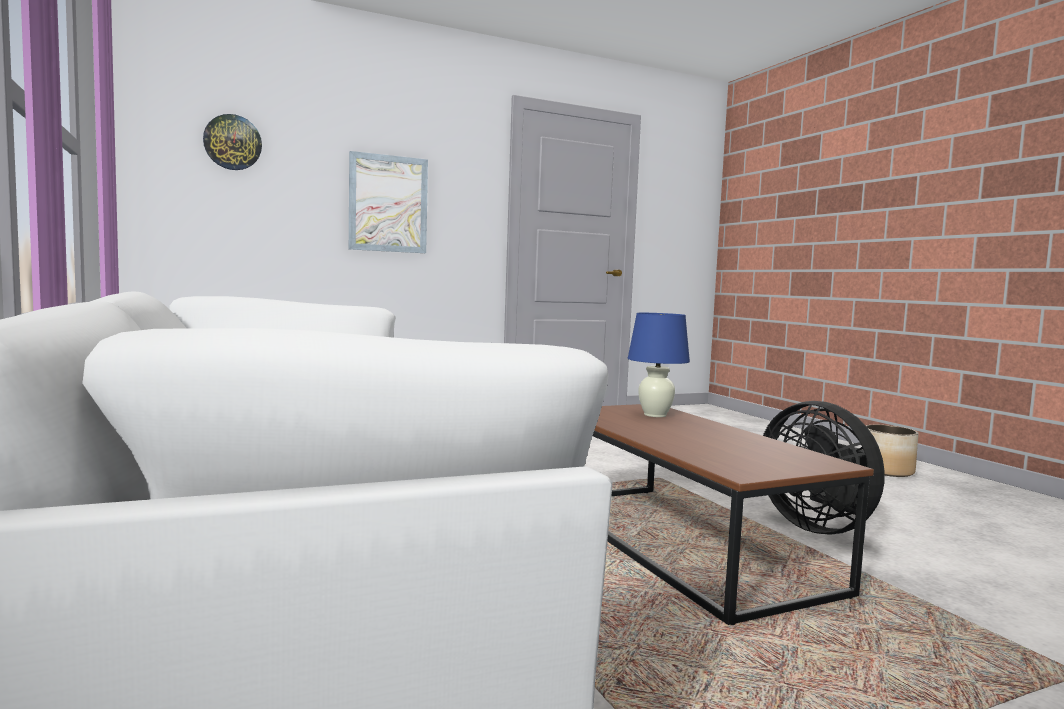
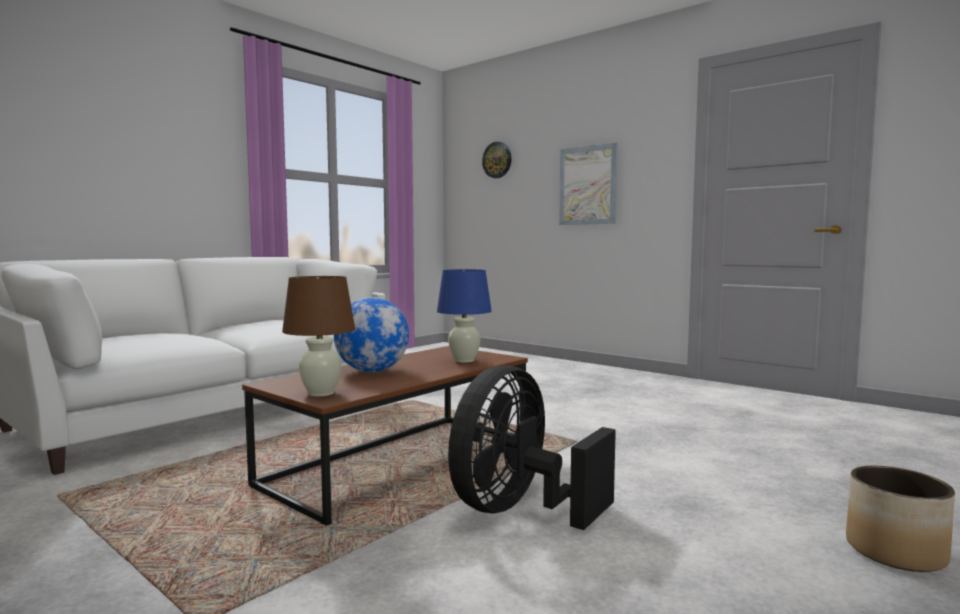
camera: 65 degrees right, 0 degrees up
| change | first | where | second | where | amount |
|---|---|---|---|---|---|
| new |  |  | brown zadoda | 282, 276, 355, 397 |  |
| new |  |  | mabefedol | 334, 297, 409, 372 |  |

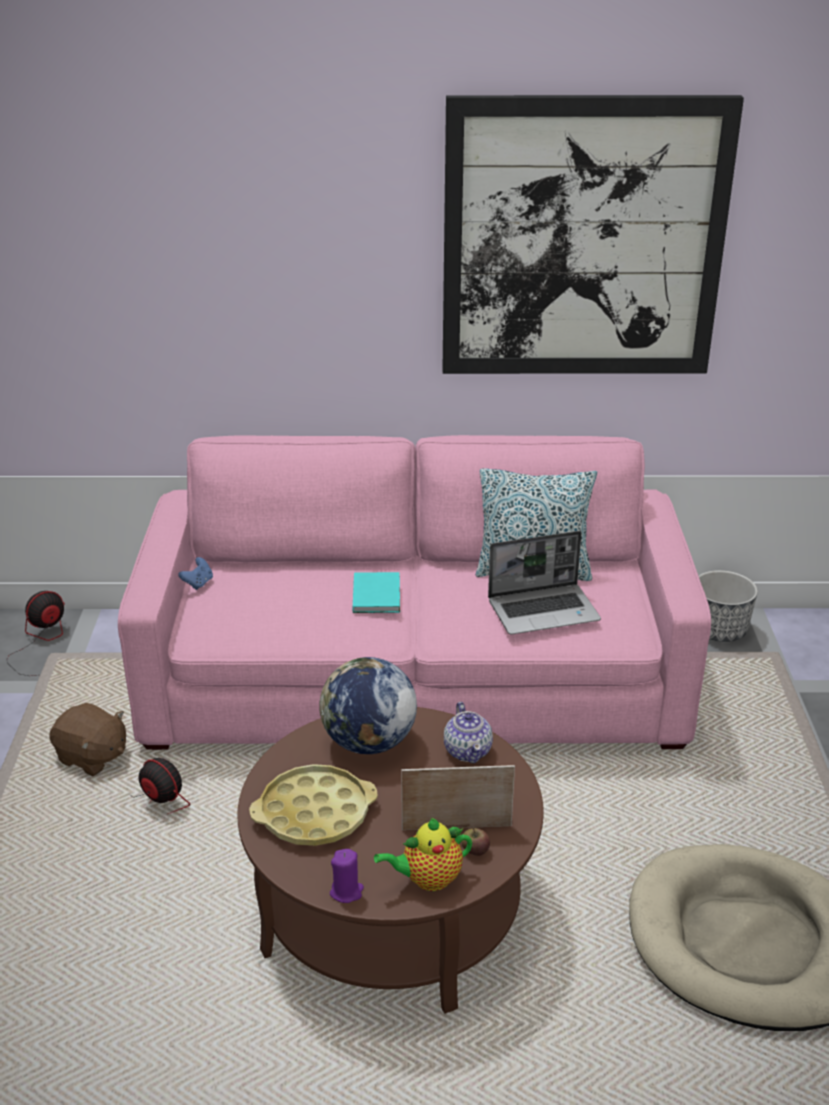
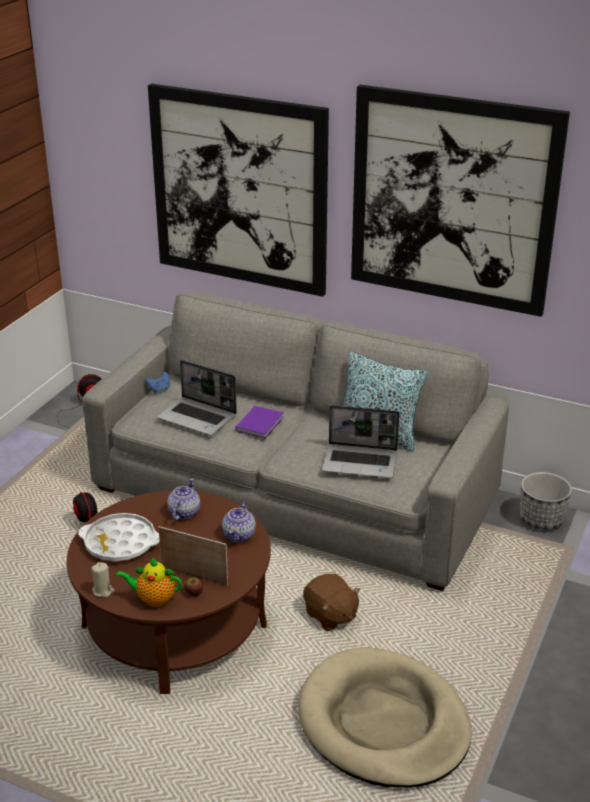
camera: 25 degrees right, 0 degrees up
| change | first | where | second | where | amount |
|---|---|---|---|---|---|
| shifted | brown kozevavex | 49, 703, 126, 776 |  | 303, 573, 361, 631 |  |
| repainted | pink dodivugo | 118, 435, 711, 750 | grey dodivugo | 83, 292, 509, 591 |  |
| repainted | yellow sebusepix | 249, 764, 378, 846 | white sebusepix | 78, 513, 160, 561 |  |
| swapped | mabefedol | 319, 657, 417, 754 | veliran | 167, 478, 200, 521 |  |
| repainted | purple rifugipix | 330, 849, 364, 903 | beige rifugipix | 91, 562, 114, 597 |  |
| repainted | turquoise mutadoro | 353, 572, 400, 613 | purple mutadoro | 236, 406, 284, 439 |  |
| new |  |  | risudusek | 148, 84, 329, 297 |  |
| new |  |  | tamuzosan | 157, 360, 237, 436 |  |

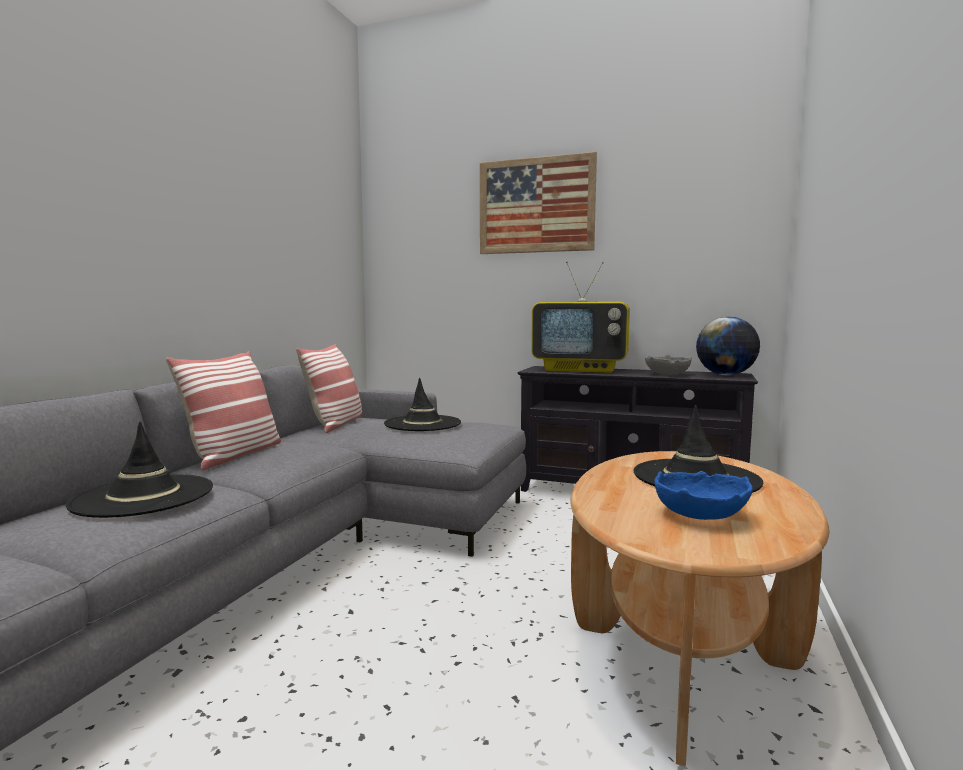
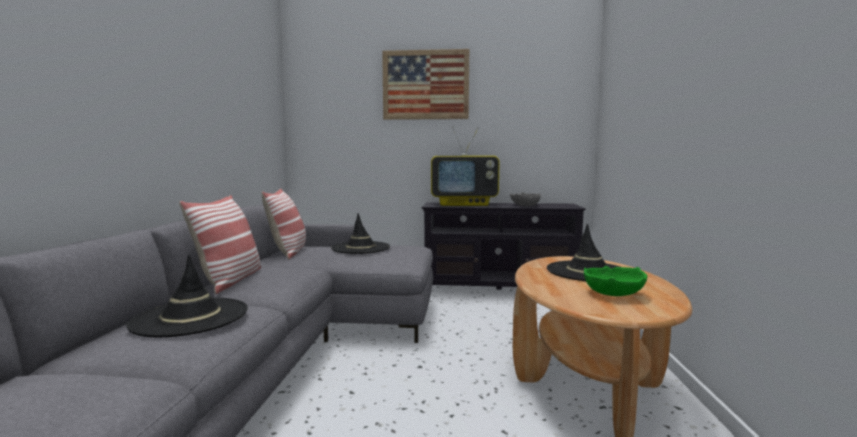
camera: 15 degrees left, 0 degrees up
| change | first | where | second | where | amount |
|---|---|---|---|---|---|
| repainted | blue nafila | 655, 471, 753, 520 | green nafila | 584, 266, 647, 296 |  |
| gone | mabefedol | 696, 317, 760, 375 |  |  |  |

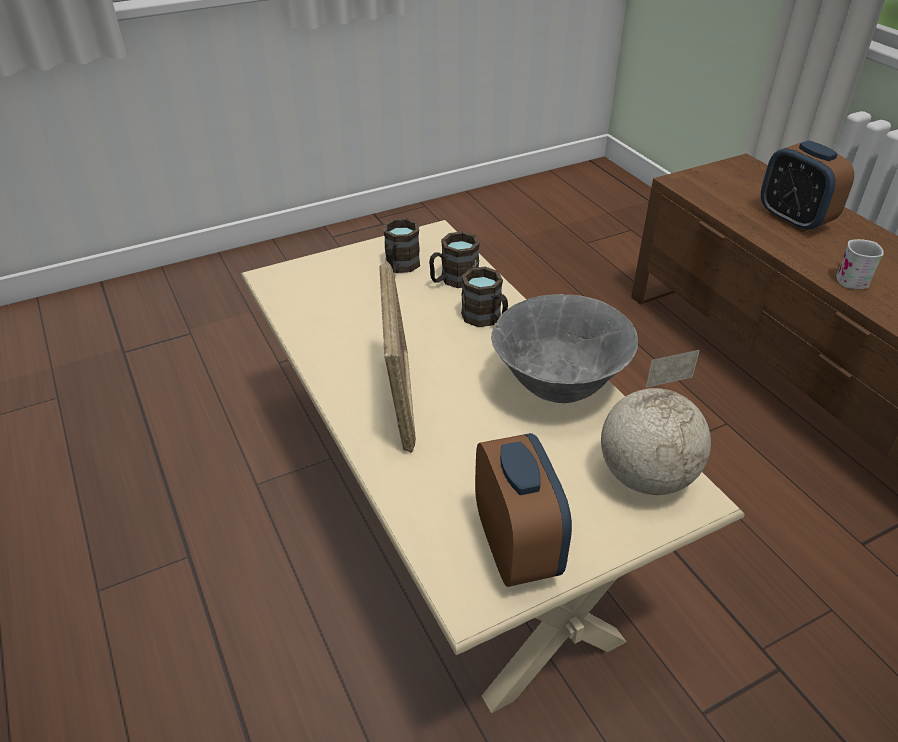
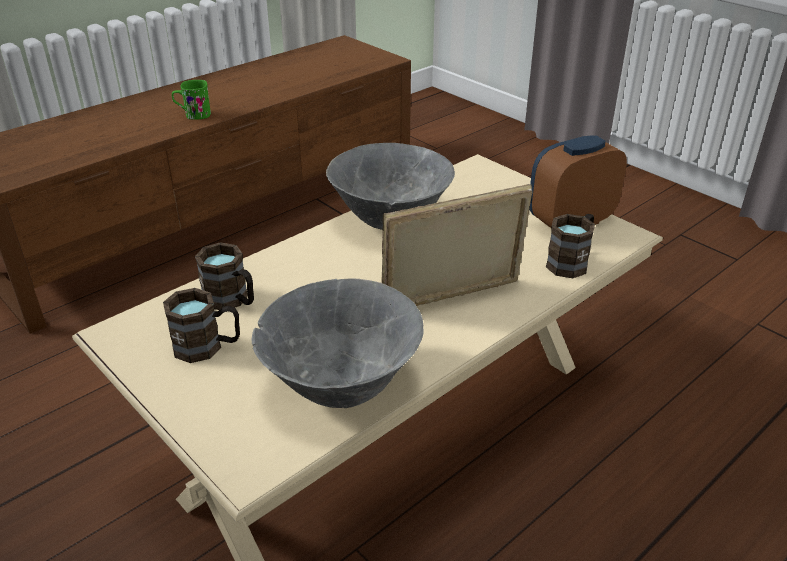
camera: 105 degrees left, 5 degrees down
| change | first | where | second | where | amount |
|---|---|---|---|---|---|
| shifted | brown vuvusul | 461, 267, 508, 327 |  | 546, 214, 595, 278 |  |
| gone | mabefedol | 601, 350, 711, 495 |  |  |  |
| gone | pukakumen | 761, 140, 854, 232 |  |  |  |
| repainted | white vuvusul | 836, 239, 884, 289 | green vuvusul | 172, 80, 211, 120 |  |
| new |  |  | grey nafila | 251, 278, 424, 408 |  |

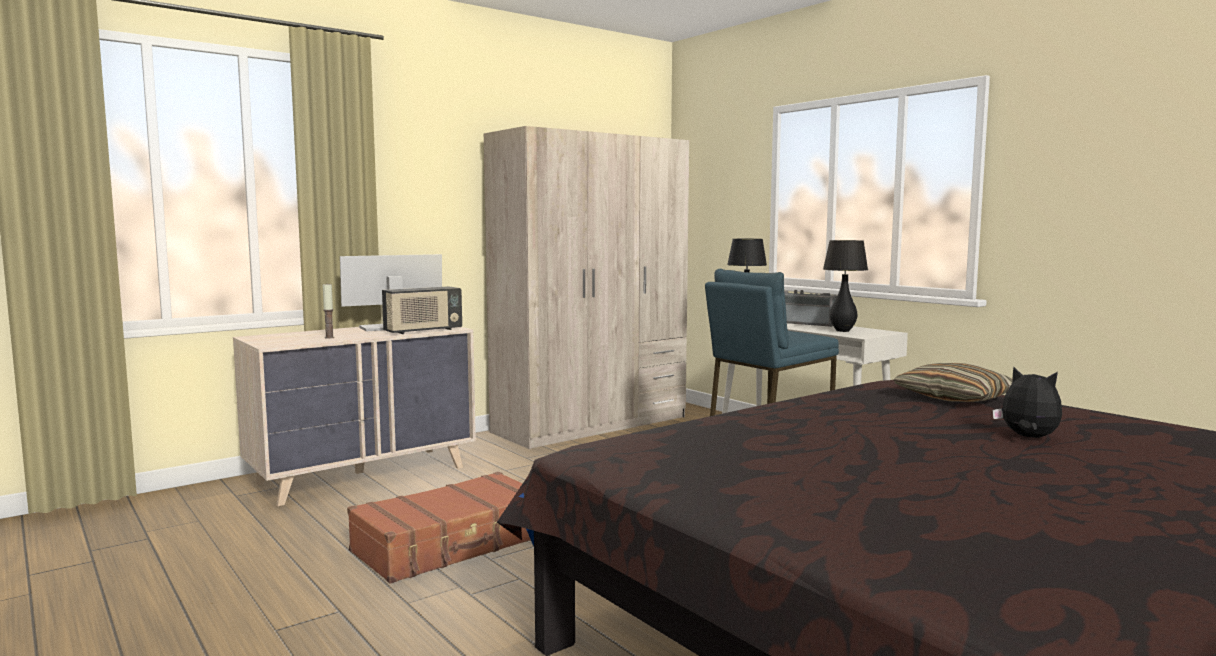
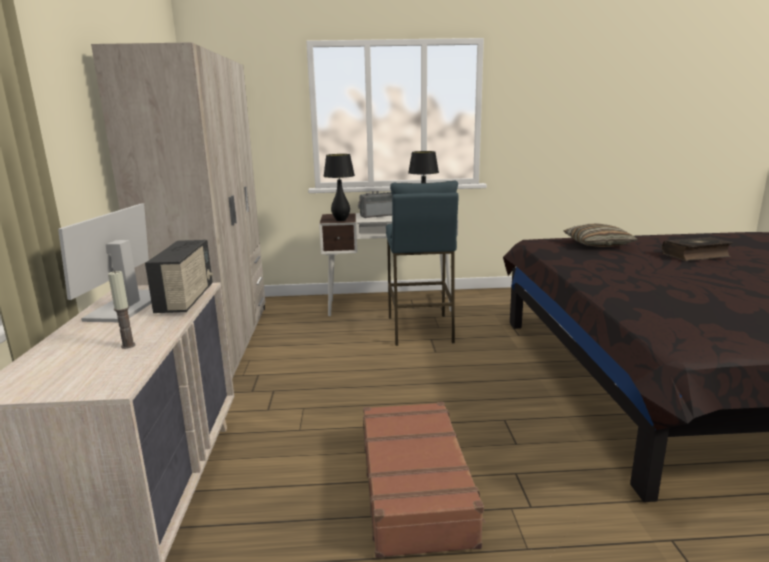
camera: 55 degrees left, 10 degrees up
| change | first | where | second | where | amount |
|---|---|---|---|---|---|
| swapped | kozevavex | 992, 367, 1062, 438 | mutadoro | 662, 237, 733, 261 |  |

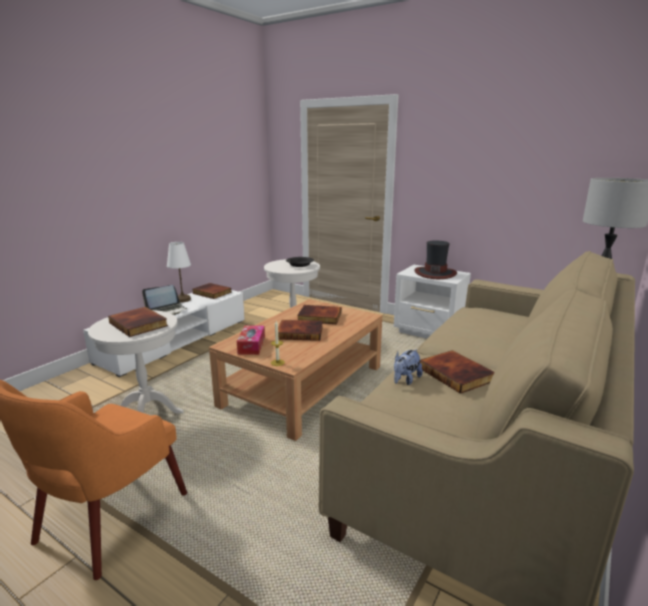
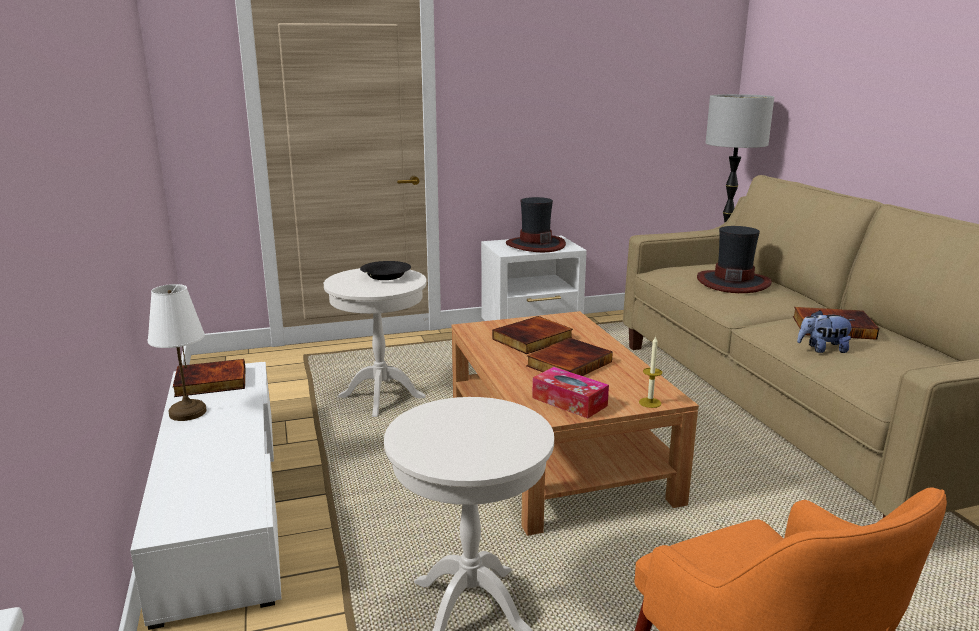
camera: 50 degrees left, 0 degrees up
| change | first | where | second | where | amount |
|---|---|---|---|---|---|
| gone | mutadoro | 108, 307, 168, 337 |  |  |  |
| gone | tamuzosan | 142, 285, 187, 315 |  |  |  |
| rotated | kozevavex | 394, 349, 423, 385 |  | 797, 310, 854, 353 | 105 degrees clockwise |
| new |  |  | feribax | 697, 226, 772, 293 |  |

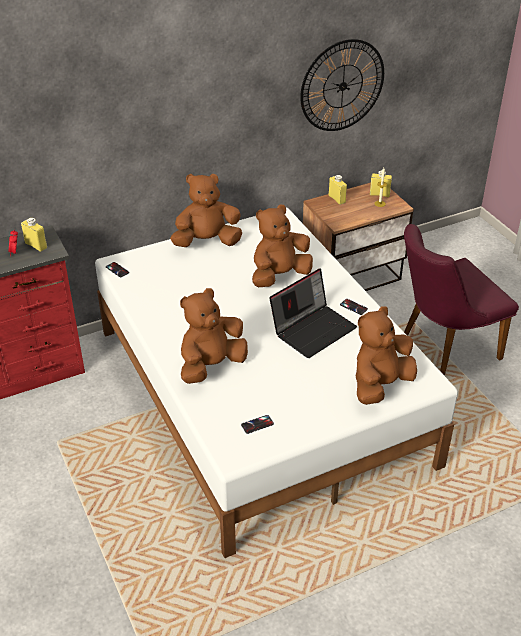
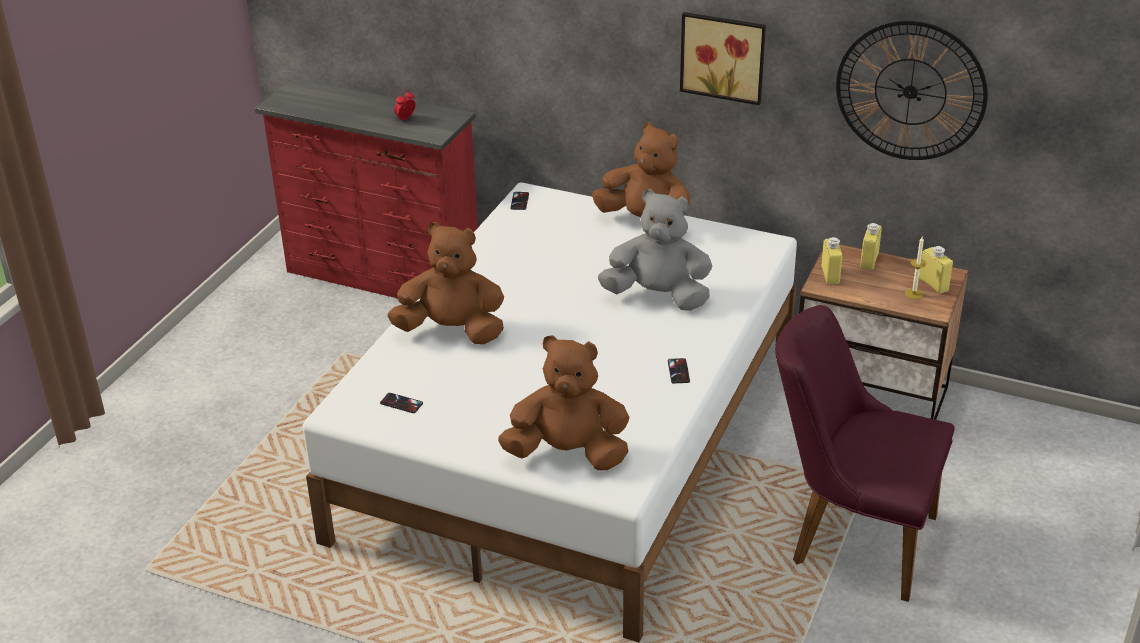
camera: 50 degrees right, 5 degrees down
| change | first | where | second | where | amount |
|---|---|---|---|---|---|
| shifted | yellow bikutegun | 21, 218, 47, 252 |  | 821, 237, 842, 285 |  |
| repainted | brown kozevavex | 252, 205, 313, 287 | grey kozevavex | 598, 189, 712, 311 |  |
| gone | tamuzosan | 269, 268, 357, 358 |  |  |  |
| new |  |  | risudusek | 680, 12, 766, 105 |  |

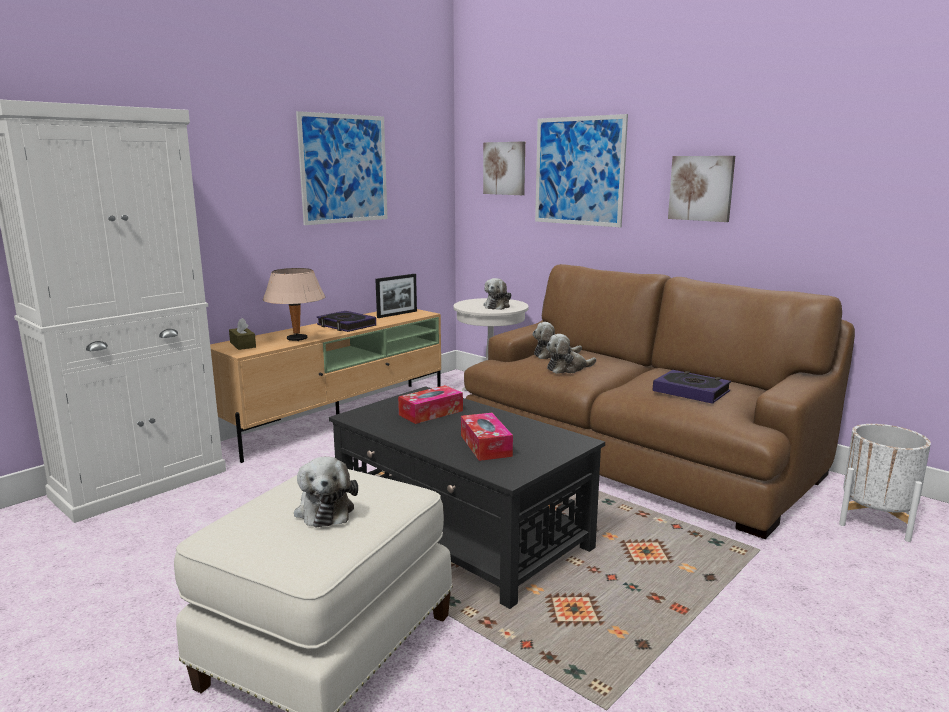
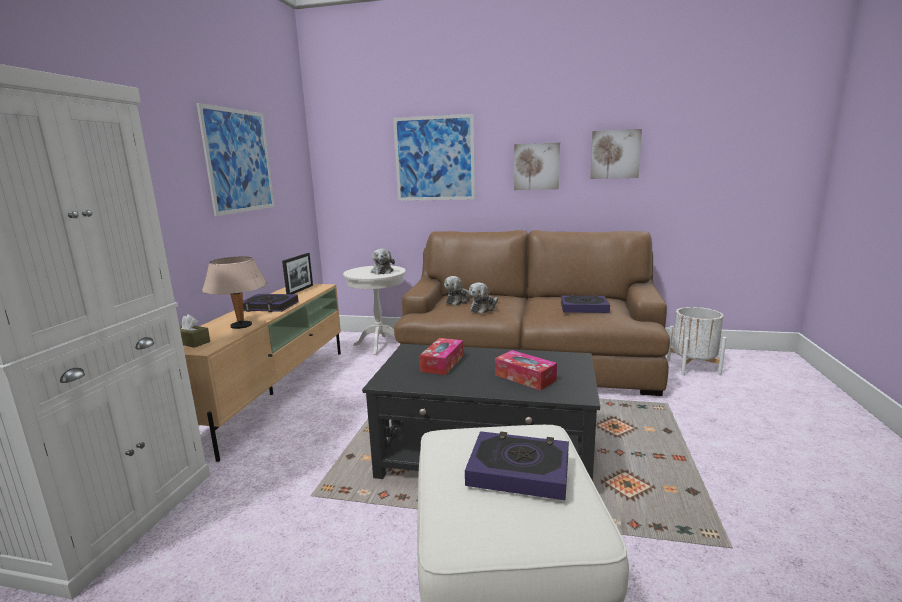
camera: 30 degrees left, 0 degrees up
| change | first | where | second | where | amount |
|---|---|---|---|---|---|
| swapped | kozevavex | 294, 457, 358, 528 | mutadoro | 465, 431, 569, 500 |  |
| shifted | risudusek | 483, 142, 525, 195 |  | 590, 129, 642, 179 |  |

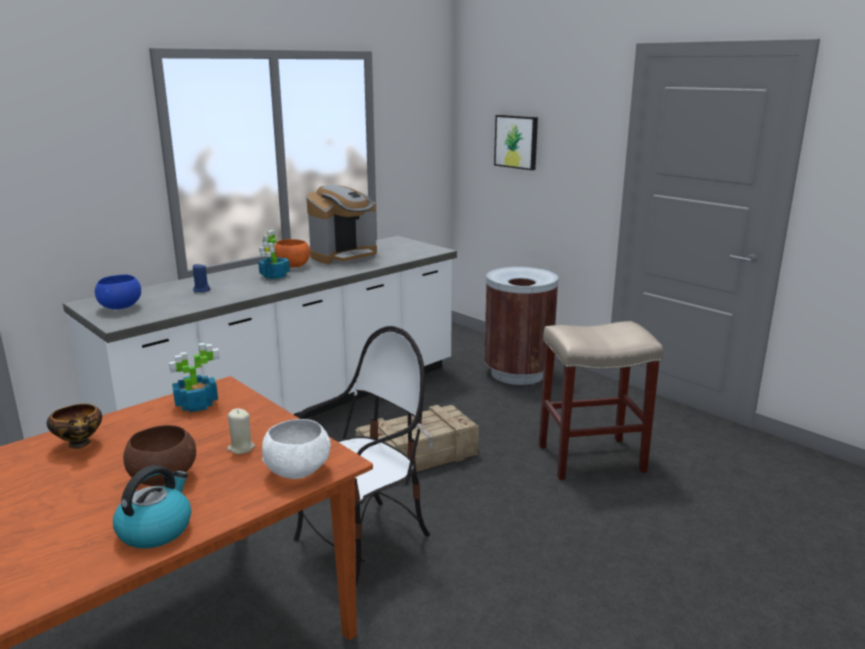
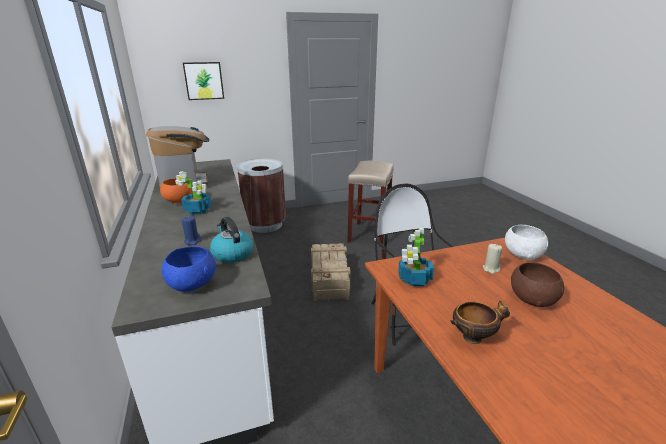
camera: 65 degrees left, 5 degrees up
| change | first | where | second | where | amount |
|---|---|---|---|---|---|
| shifted | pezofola | 113, 465, 191, 549 |  | 210, 217, 253, 263 |  |

